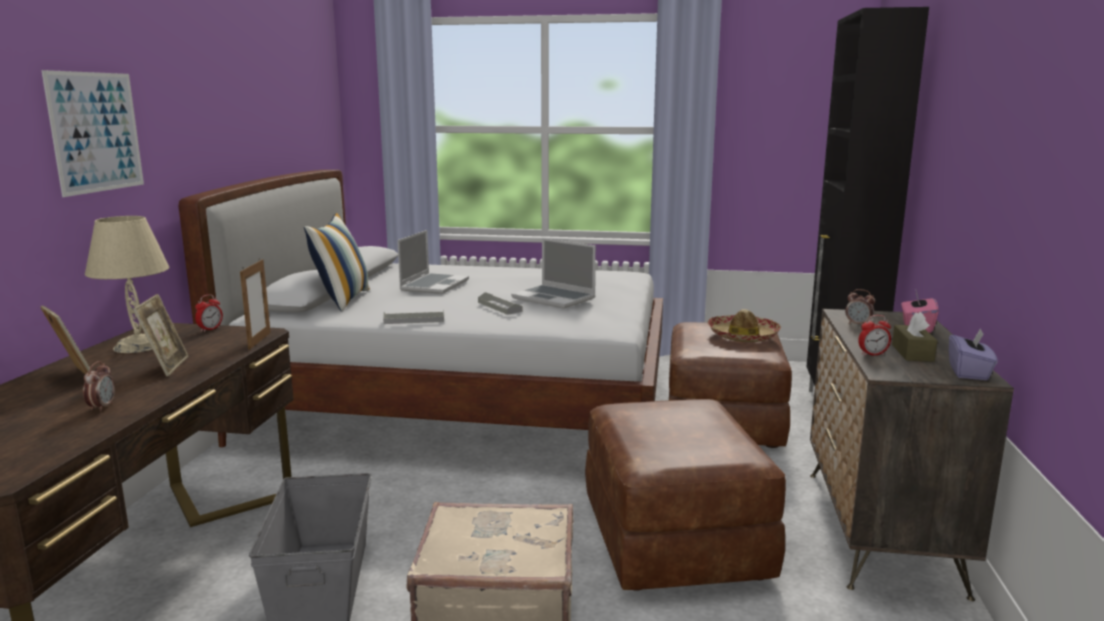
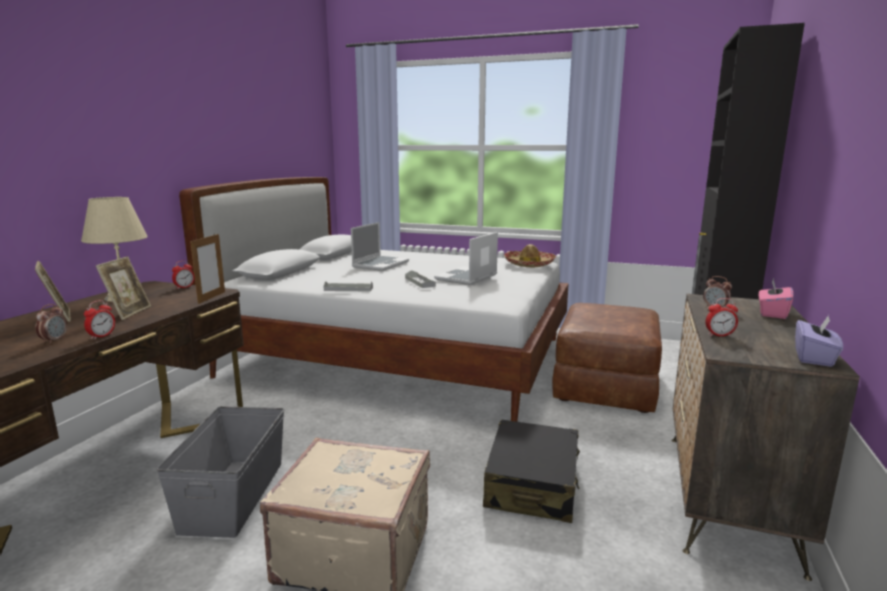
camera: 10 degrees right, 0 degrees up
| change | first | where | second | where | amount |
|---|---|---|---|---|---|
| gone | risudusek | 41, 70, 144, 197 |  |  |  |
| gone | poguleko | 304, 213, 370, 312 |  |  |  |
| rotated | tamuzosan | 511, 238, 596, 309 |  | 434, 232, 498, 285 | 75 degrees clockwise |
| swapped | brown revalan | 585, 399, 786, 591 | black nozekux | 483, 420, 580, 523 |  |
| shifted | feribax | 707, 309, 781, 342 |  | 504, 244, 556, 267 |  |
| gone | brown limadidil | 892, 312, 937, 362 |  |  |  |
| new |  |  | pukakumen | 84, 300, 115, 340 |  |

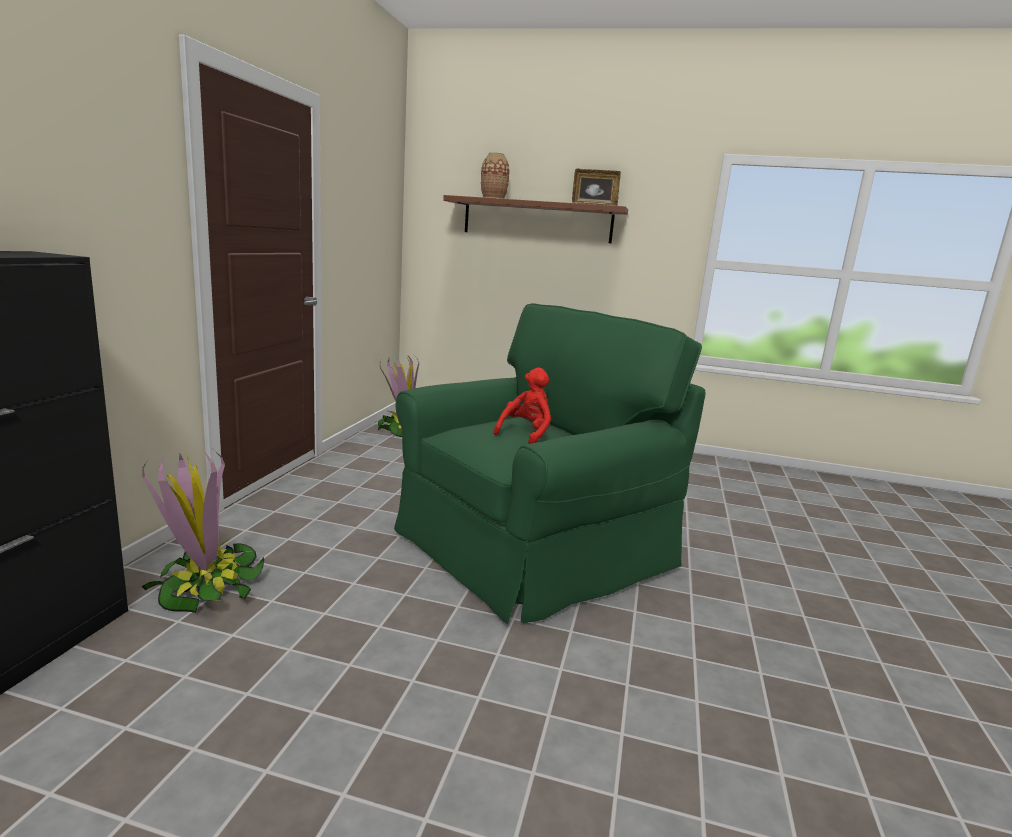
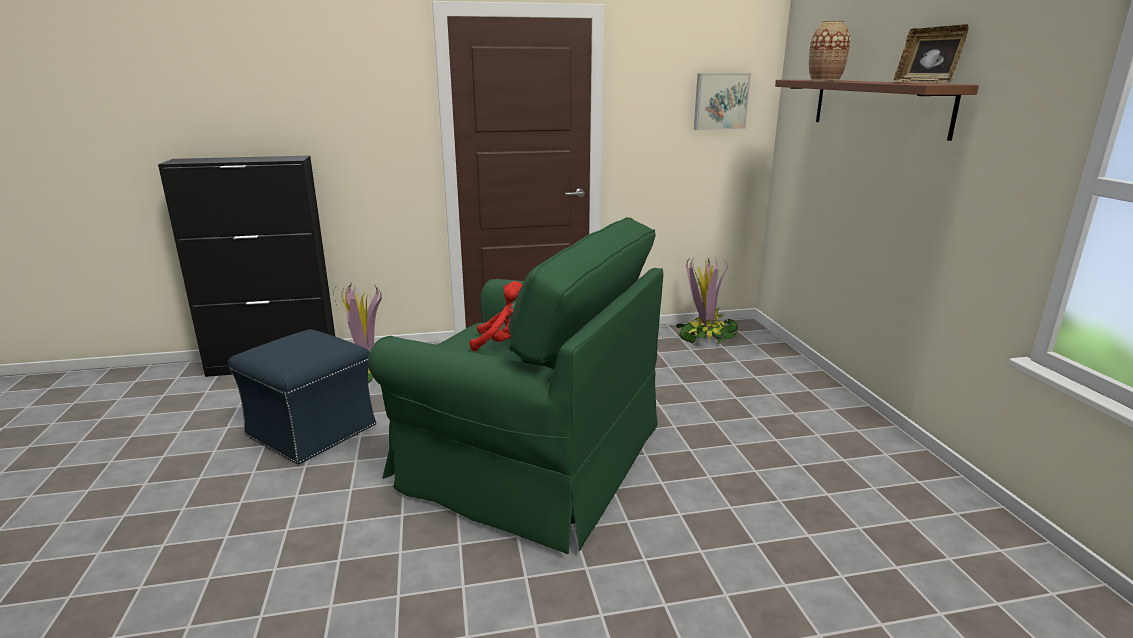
camera: 65 degrees right, 5 degrees up
| change | first | where | second | where | amount |
|---|---|---|---|---|---|
| new |  |  | blue revalan | 228, 329, 376, 465 |  |
| new |  |  | risudusek | 694, 73, 751, 130 |  |

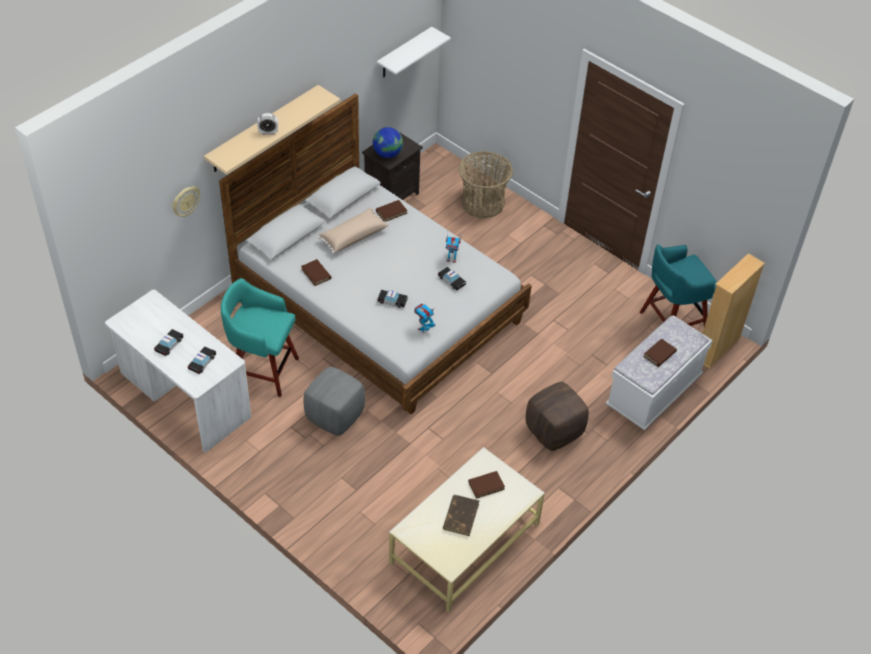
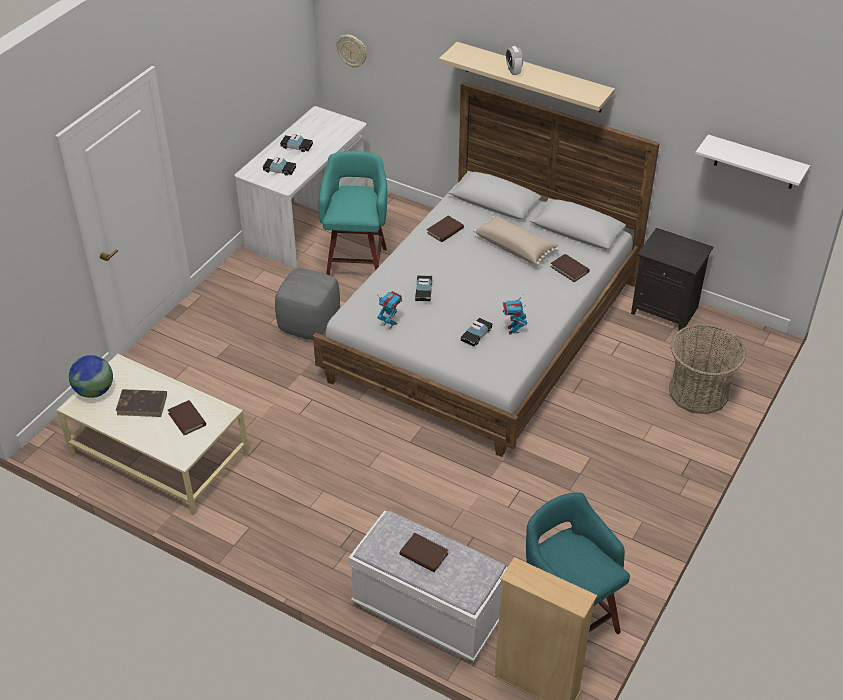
camera: 80 degrees right, 5 degrees down
| change | first | where | second | where | amount |
|---|---|---|---|---|---|
| shifted | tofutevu | 172, 186, 200, 217 |  | 336, 35, 367, 68 |  |
| shifted | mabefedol | 373, 127, 403, 158 |  | 69, 355, 113, 398 |  |
| gone | brown revalan | 526, 382, 589, 451 |  |  |  |

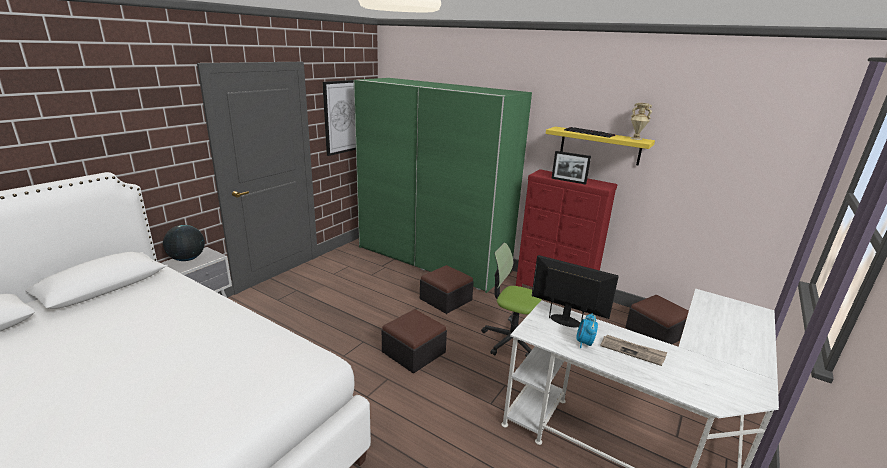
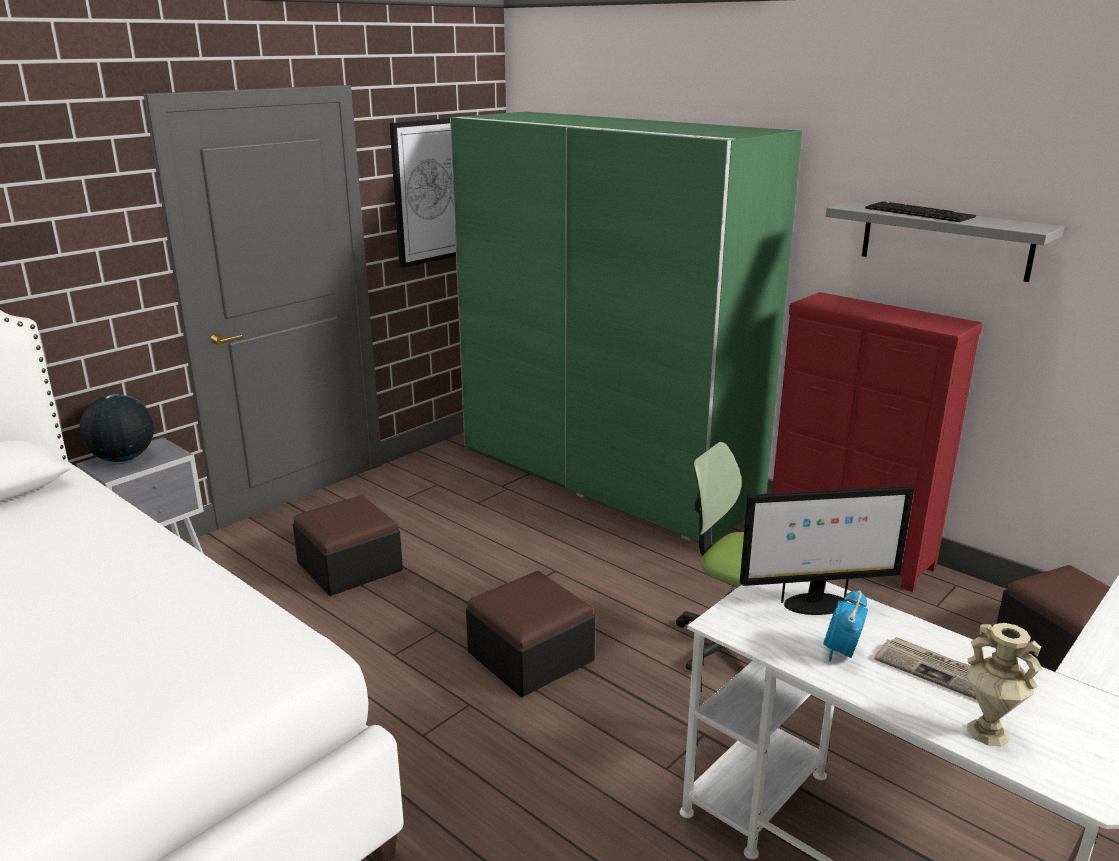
camera: 10 degrees right, 0 degrees up
| change | first | where | second | where | amount |
|---|---|---|---|---|---|
| shifted | revalan | 420, 265, 474, 314 |  | 293, 495, 403, 596 |  |
| rotated | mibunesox | 532, 255, 619, 327 |  | 740, 486, 914, 615 | 135 degrees clockwise |
| repainted | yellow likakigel | 546, 127, 655, 165 | grey likakigel | 826, 201, 1064, 282 |  |
| gone | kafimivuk | 551, 151, 591, 185 |  |  |  |
| shifted | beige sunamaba | 630, 103, 652, 140 |  | 967, 623, 1042, 746 |  |

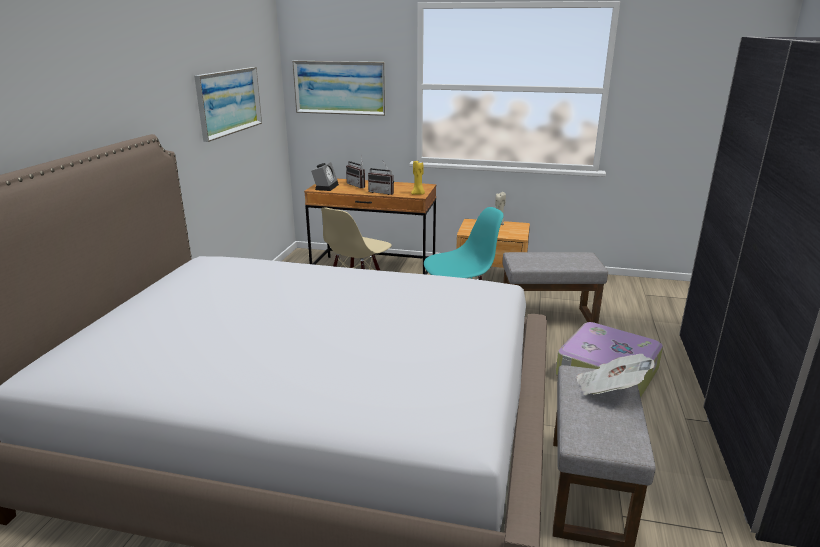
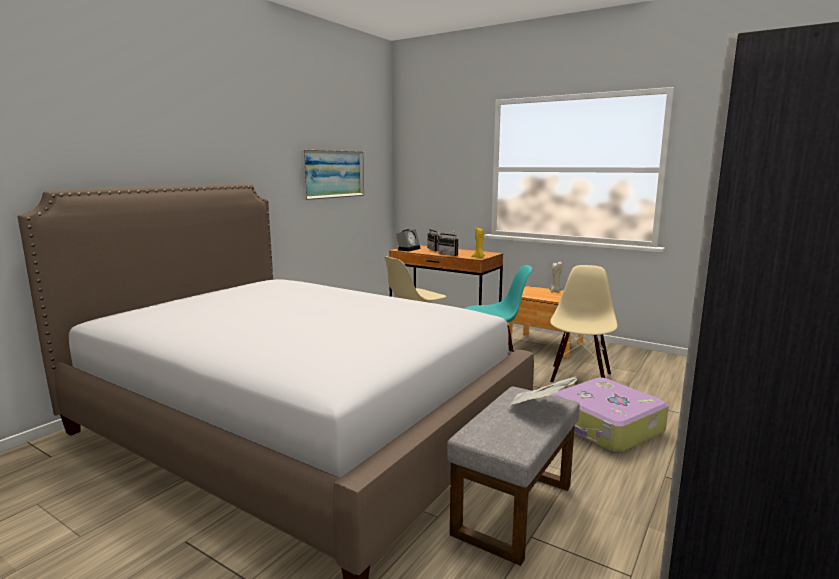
camera: 20 degrees right, 10 degrees down
| change | first | where | second | where | amount |
|---|---|---|---|---|---|
| gone | risudusek | 292, 61, 386, 116 |  |  |  |
| swapped | grey revalan | 502, 252, 608, 324 | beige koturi | 550, 265, 618, 383 |  |

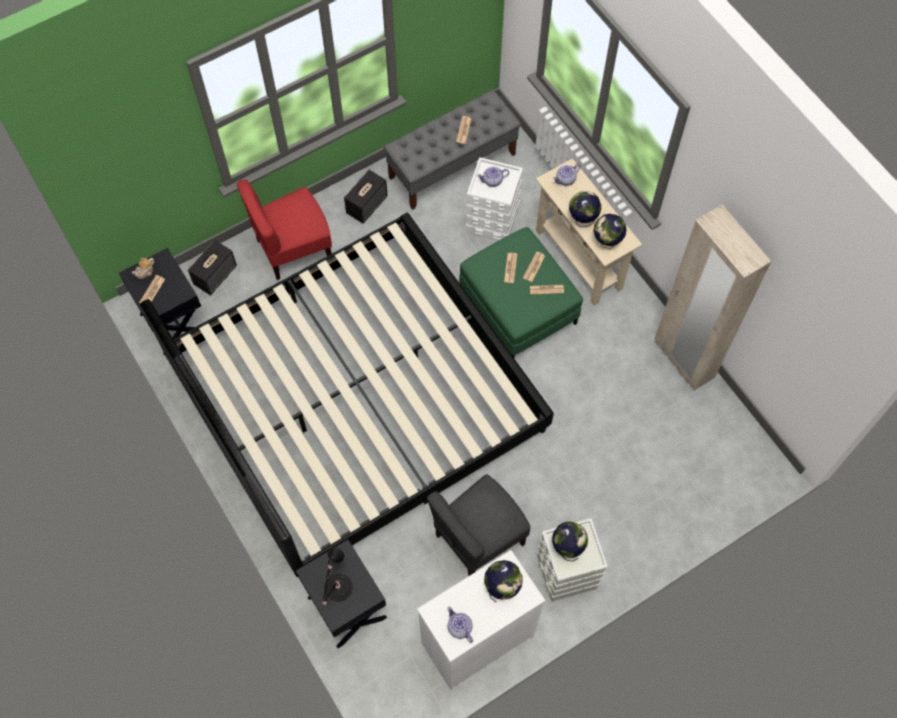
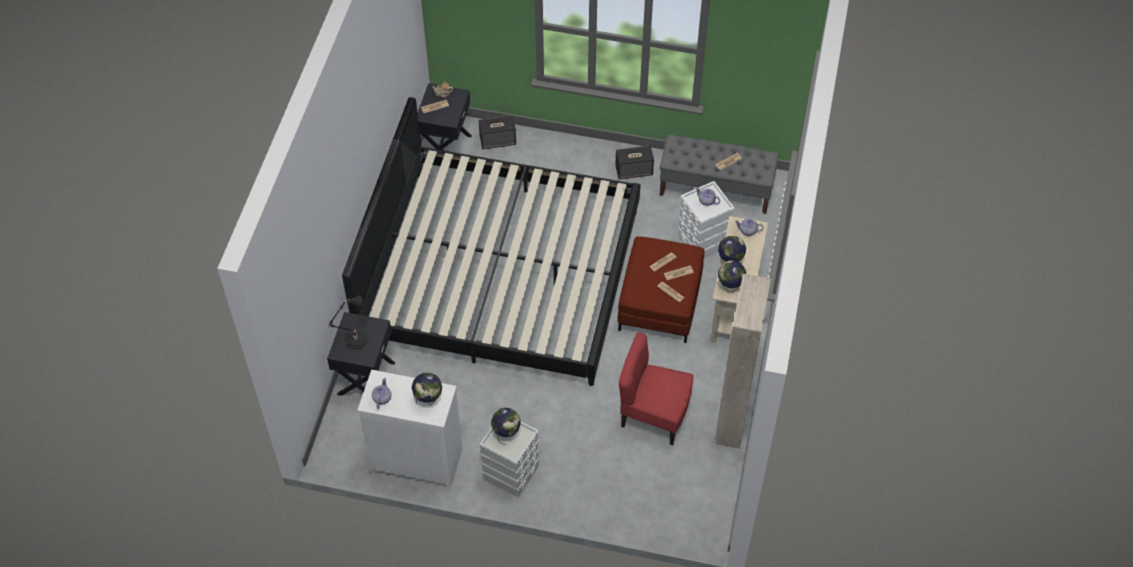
camera: 45 degrees right, 10 degrees down
| change | first | where | second | where | amount |
|---|---|---|---|---|---|
| shifted | red koturi | 236, 179, 332, 280 |  | 619, 332, 694, 445 |  |
| gone | grey koturi | 427, 474, 531, 576 |  |  |  |
| repainted | green revalan | 459, 227, 583, 358 | red revalan | 618, 236, 705, 343 |  |

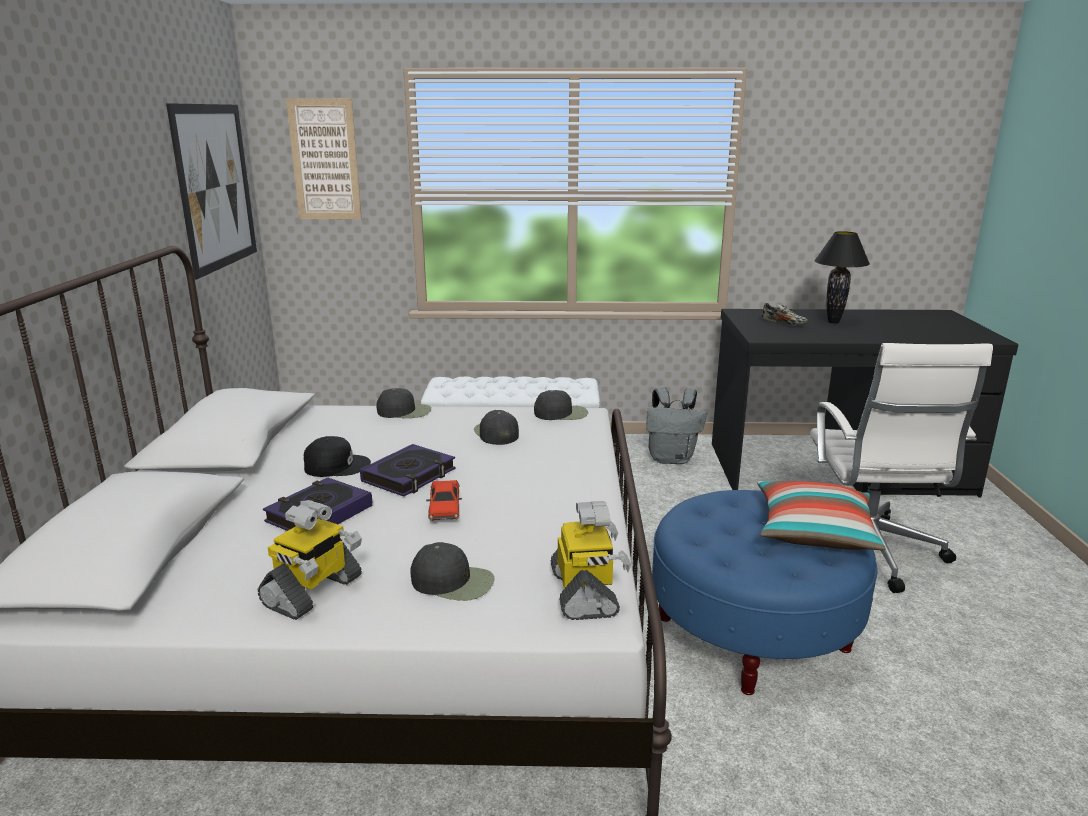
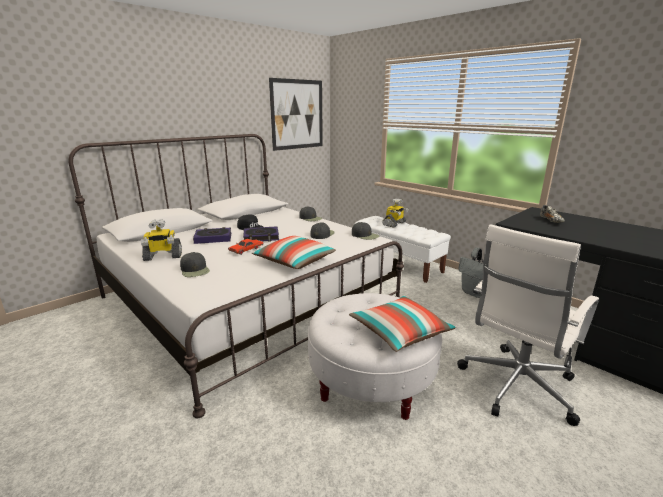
camera: 45 degrees right, 0 degrees up
| change | first | where | second | where | amount |
|---|---|---|---|---|---|
| gone | risudusek | 286, 98, 362, 219 |  |  |  |
| shifted | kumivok | 551, 501, 631, 620 |  | 382, 198, 409, 227 |  |
| repainted | blue revalan | 652, 490, 878, 695 | white revalan | 308, 293, 442, 420 |  |
| gone | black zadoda | 814, 231, 870, 324 |  |  |  |
| new |  |  | poguleko | 252, 236, 336, 269 |  |

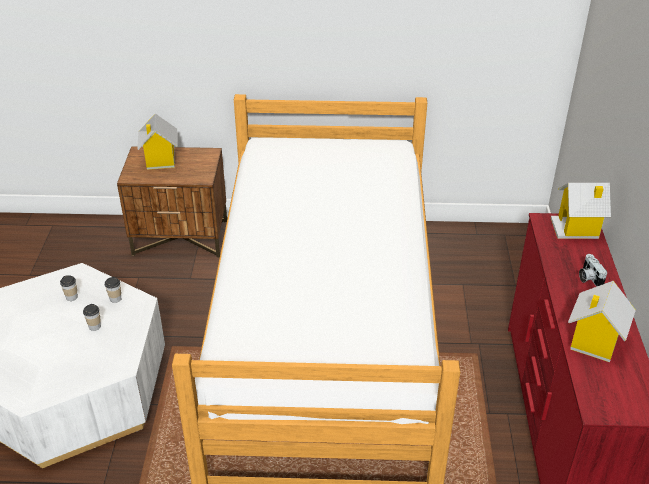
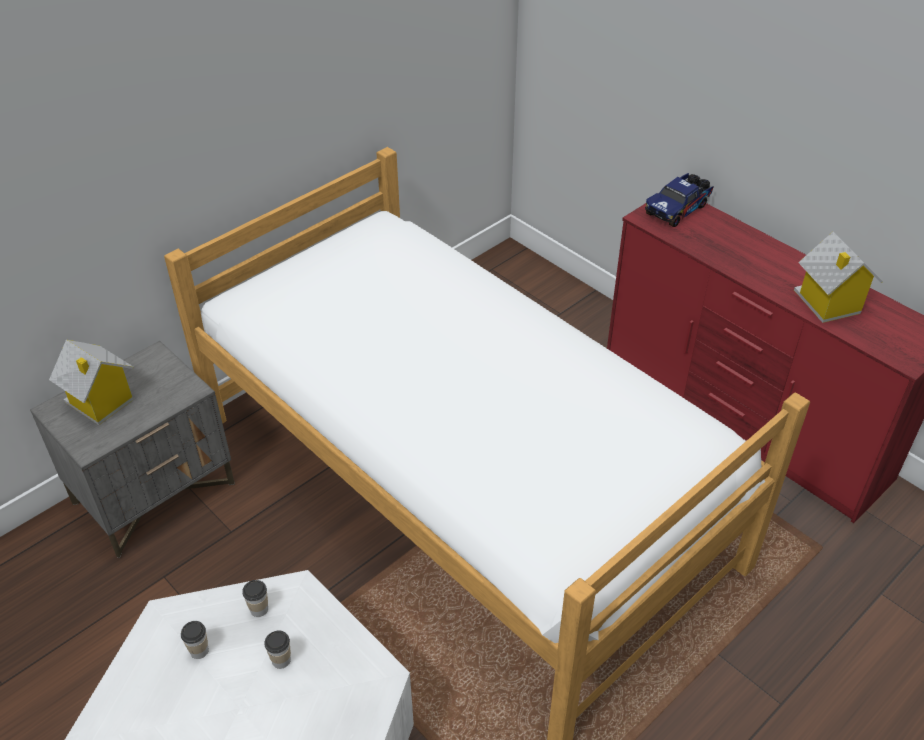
camera: 45 degrees left, 5 degrees up
| change | first | where | second | where | amount |
|---|---|---|---|---|---|
| repainted | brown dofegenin | 117, 146, 227, 258 | grey dofegenin | 30, 341, 235, 558 |  |
| swapped | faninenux | 551, 183, 611, 239 | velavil | 645, 173, 714, 227 |  |
| gone | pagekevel | 579, 254, 607, 287 |  |  |  |

